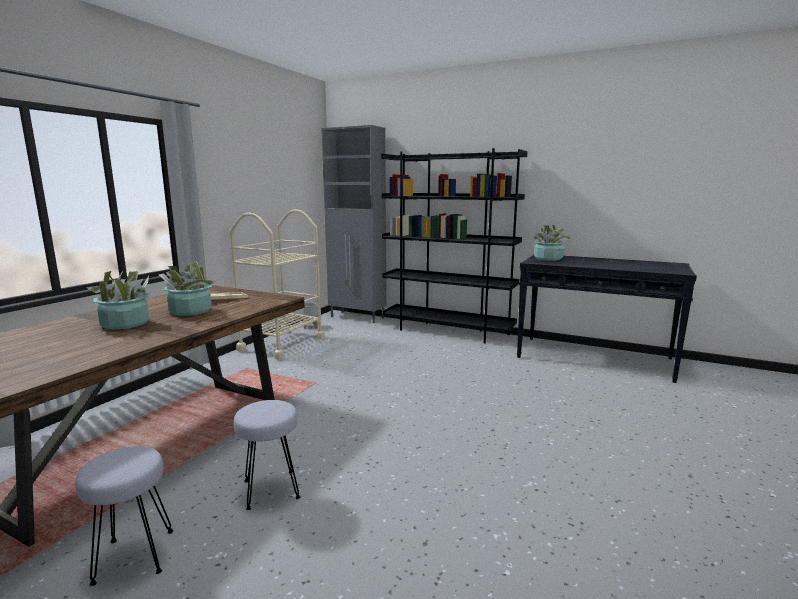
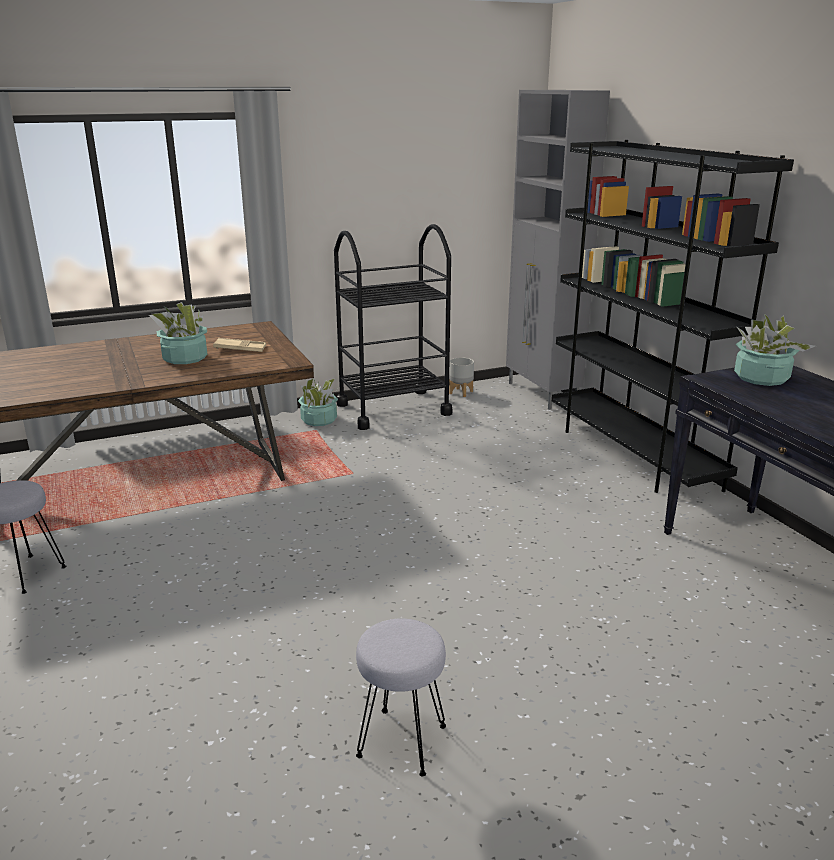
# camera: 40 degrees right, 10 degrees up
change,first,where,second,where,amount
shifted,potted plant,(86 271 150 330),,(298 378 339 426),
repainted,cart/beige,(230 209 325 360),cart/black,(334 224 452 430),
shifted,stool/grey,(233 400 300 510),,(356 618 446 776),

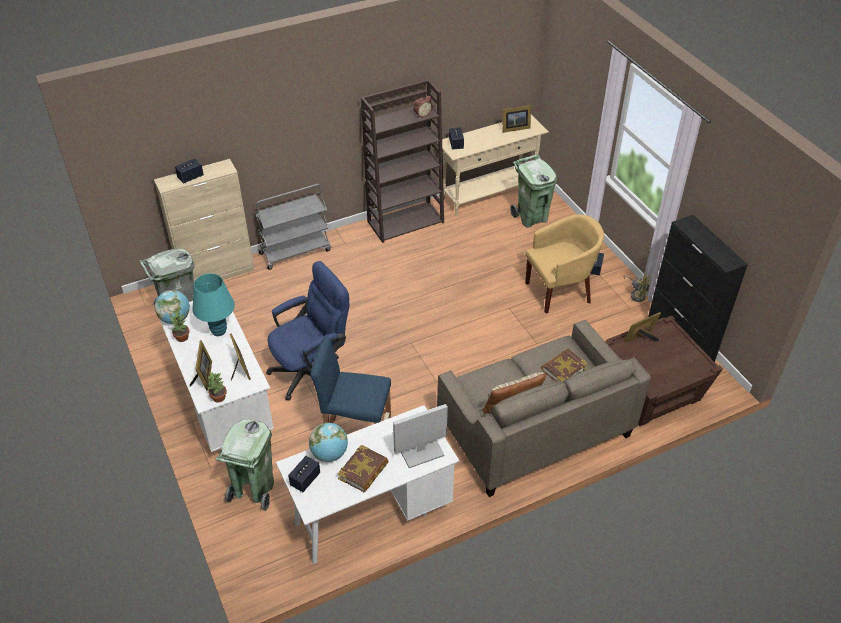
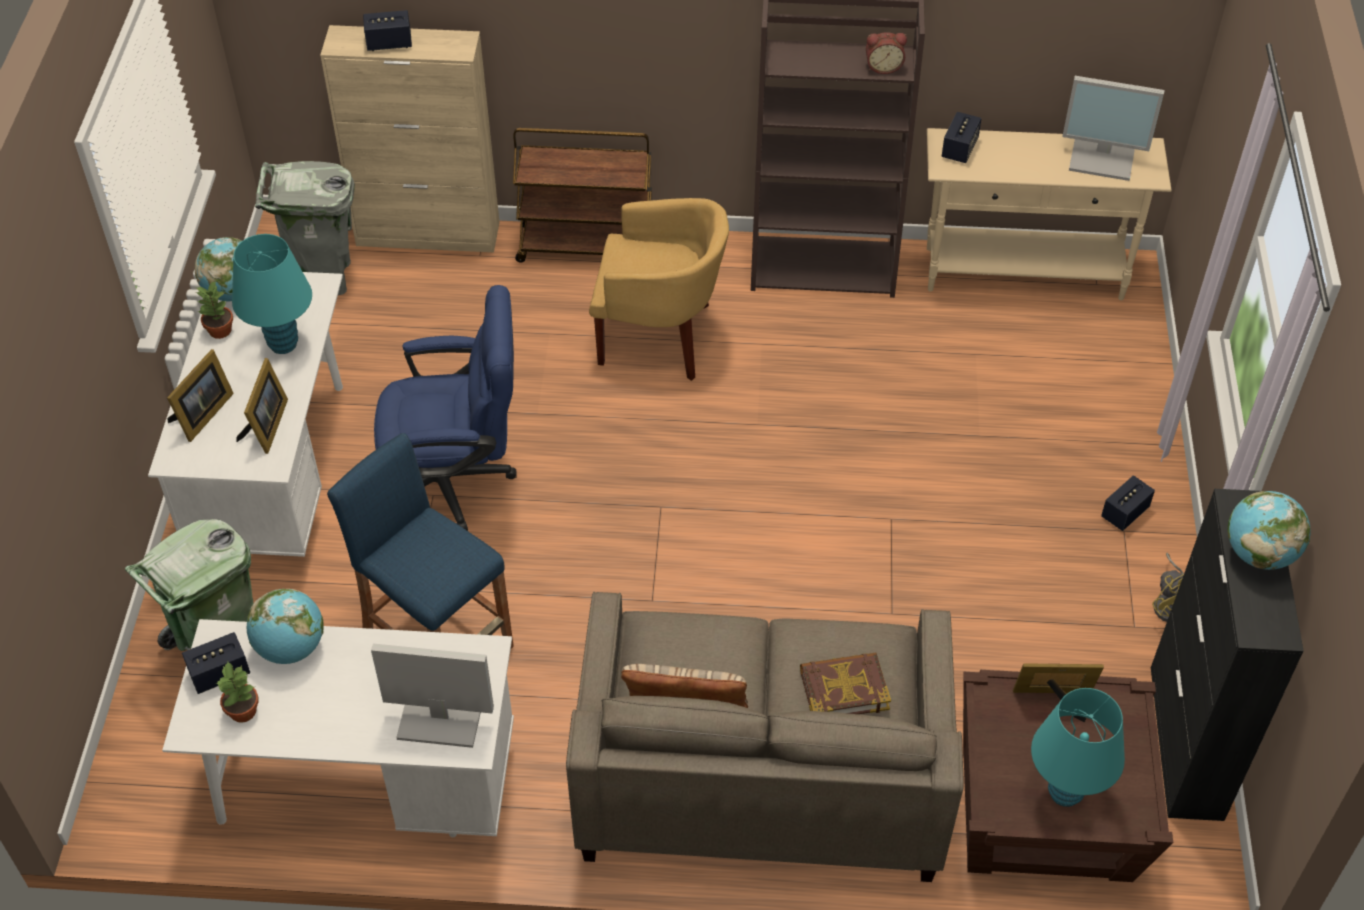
# camera: 30 degrees right, 5 degrees up
change,first,where,second,where,amount
shifted,potted plant,(206 372 227 403),,(216 662 259 723),
repainted,cart/grey,(255 184 331 270),cart/brown,(513 128 652 263),
gone,book,(338 444 389 492),,,
swapped,picture frame,(502 105 531 133),monitor,(1062 76 1164 181),
gone,trash can/green,(510 155 557 228),,,
shifted,armchair/yellow,(525 214 604 313),,(589 198 729 381),
new,,,table lamp/turquoise,(1031 688 1125 807),
new,,,globe,(1228 491 1311 570),

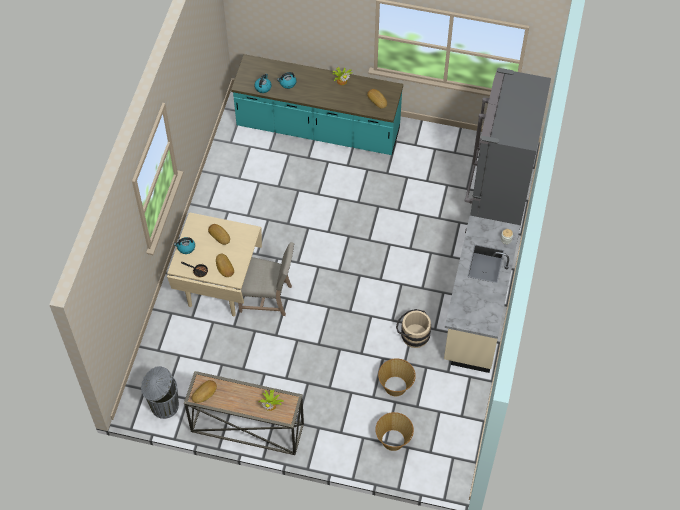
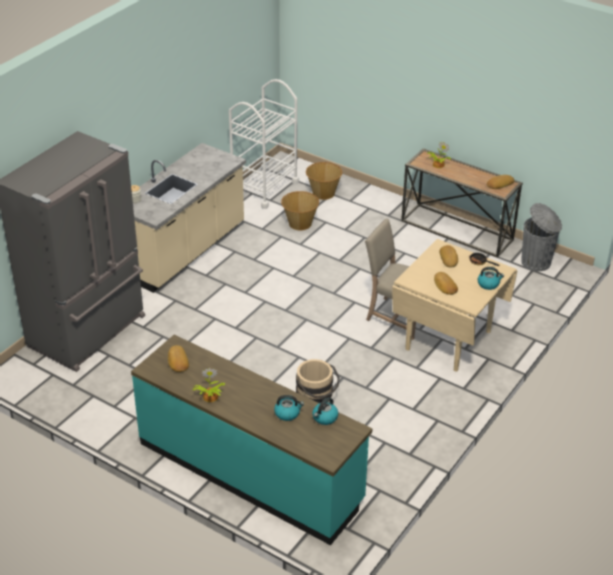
# camera: 160 degrees left, 20 degrees down
change,first,where,second,where,amount
shifted,bucket/beige,(396 309 431 348),,(296 359 340 403),
new,,,cart/white,(229 79 299 209),

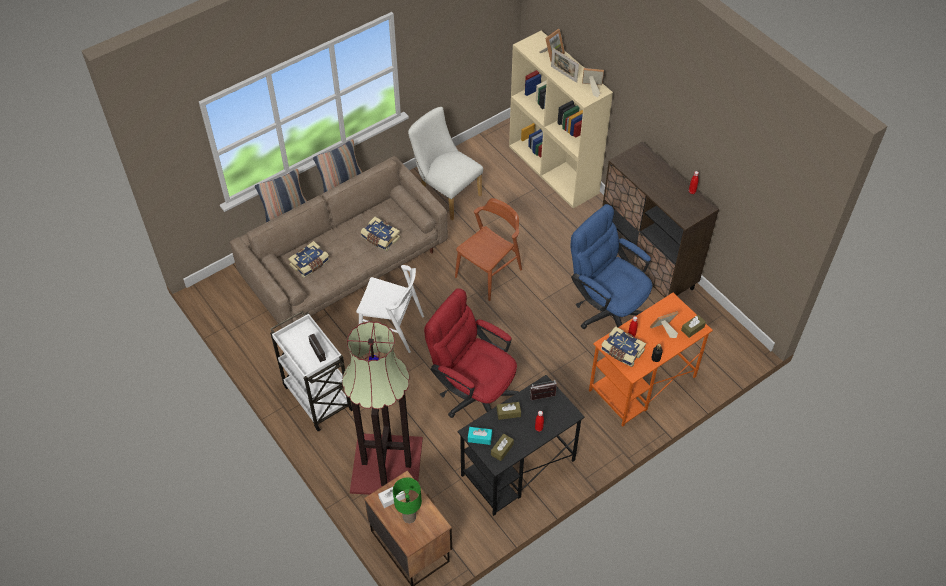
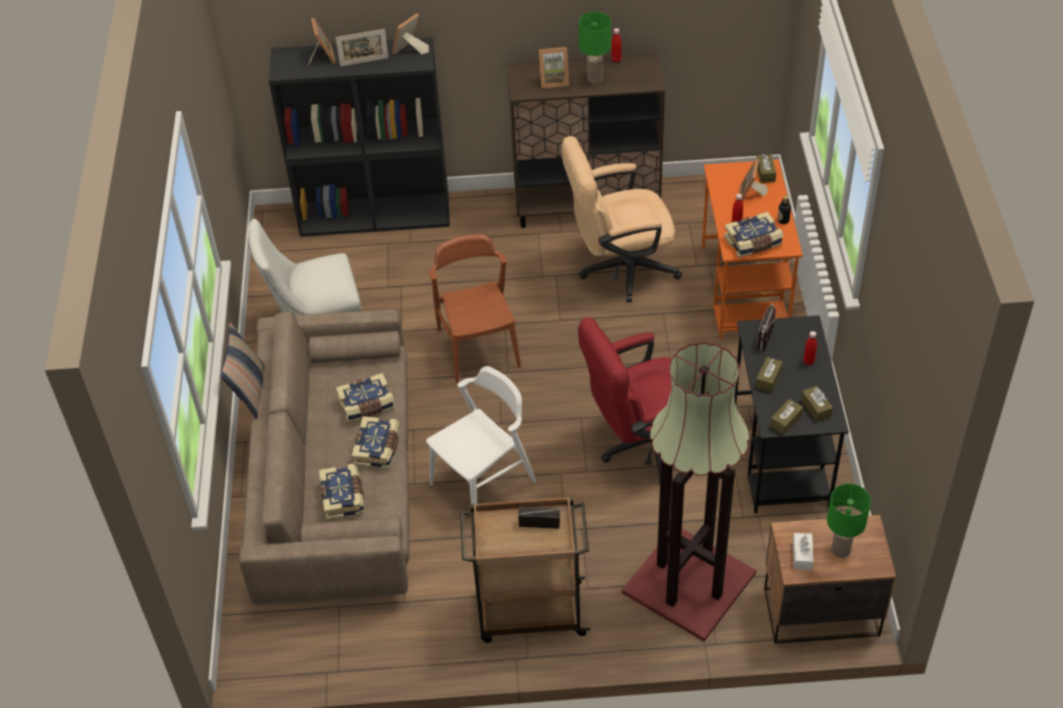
# camera: 55 degrees left, 5 degrees down
change,first,where,second,where,amount
gone,pillow,(255 169 307 222),,,
repainted,cart/white,(270 311 353 431),cart/brown,(460 497 590 643),
repainted,tissue box/turquoise,(468 427 492 445),tissue box/brown,(770 399 803 435),
repainted,bookcase/beige,(509 31 613 208),bookcase/black,(269 37 450 237),
repainted,office chair/blue,(570 204 652 329),office chair/beige,(562 136 682 302),
new,,,book,(352 416 400 470),
new,,,picture frame,(539 47 569 88),
new,,,table lamp/green,(579 12 611 84),

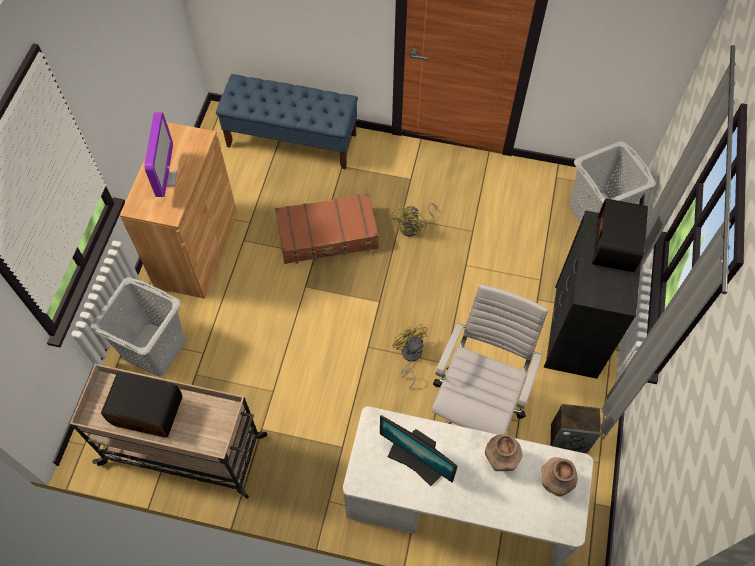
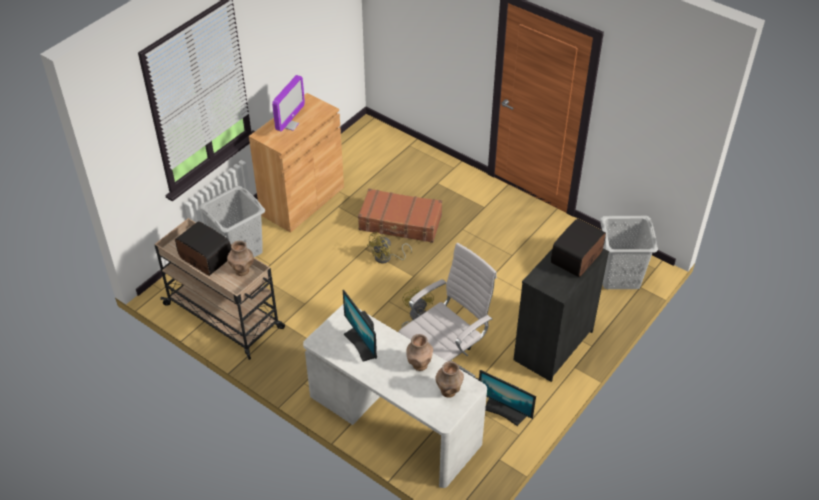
# camera: 25 degrees right, 15 degrees down
change,first,where,second,where,amount
gone,bench/blue,(216 74 358 169),,,
shifted,fan/yellow,(391 203 437 237),,(367 232 412 264),
swapped,speaker,(551 404 601 453),monitor,(479 370 536 426),
new,,,vase/brown,(227 241 254 276),

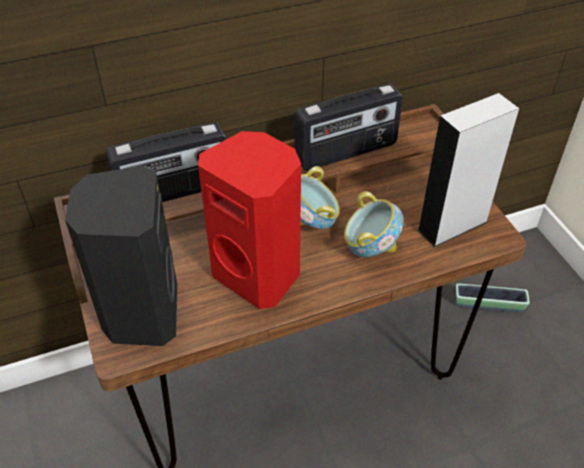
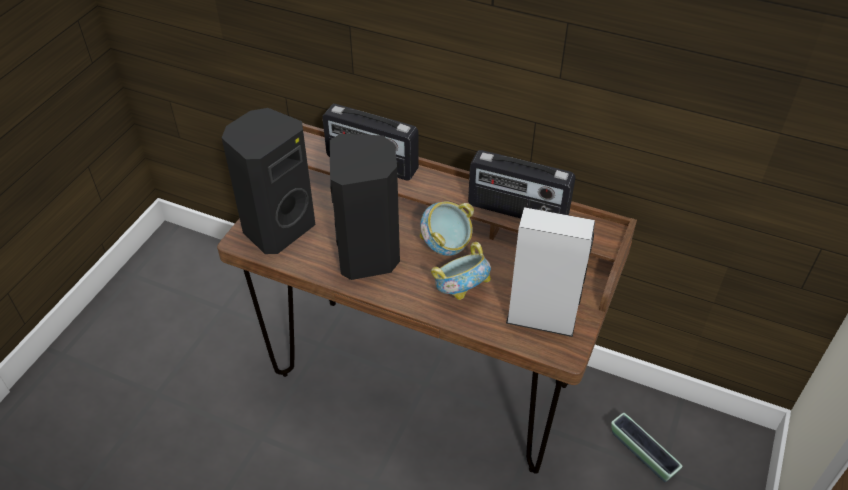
# camera: 45 degrees right, 0 degrees up
change,first,where,second,where,amount
repainted,speaker/red,(198 131 301 309),speaker/black,(330 134 400 280),

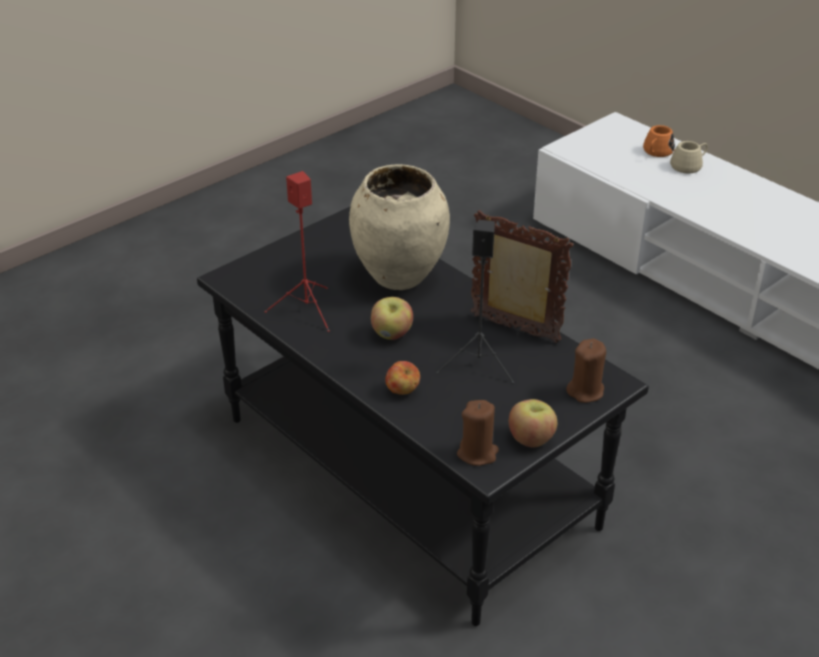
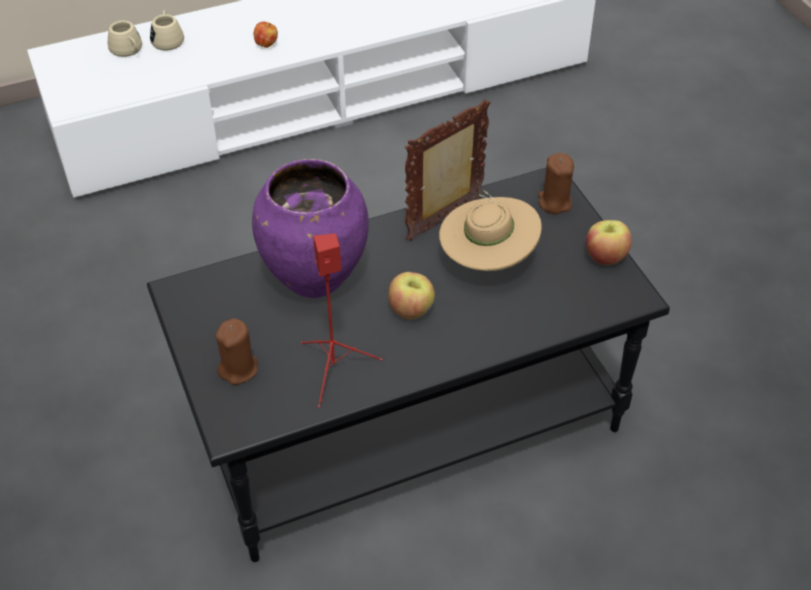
# camera: 70 degrees left, 10 degrees up
change,first,where,second,where,amount
repainted,vase/beige,(349 164 450 290),vase/purple,(252 159 369 298),
shifted,apple,(386 361 420 395),,(254 22 278 48),
swapped,speaker/black,(436 220 514 384),hat/beige,(439 190 542 271),
shifted,candle/brown,(457 400 499 466),,(215 318 258 385),
repainted,mug/orange,(643 125 675 157),mug/beige,(108 21 142 57),

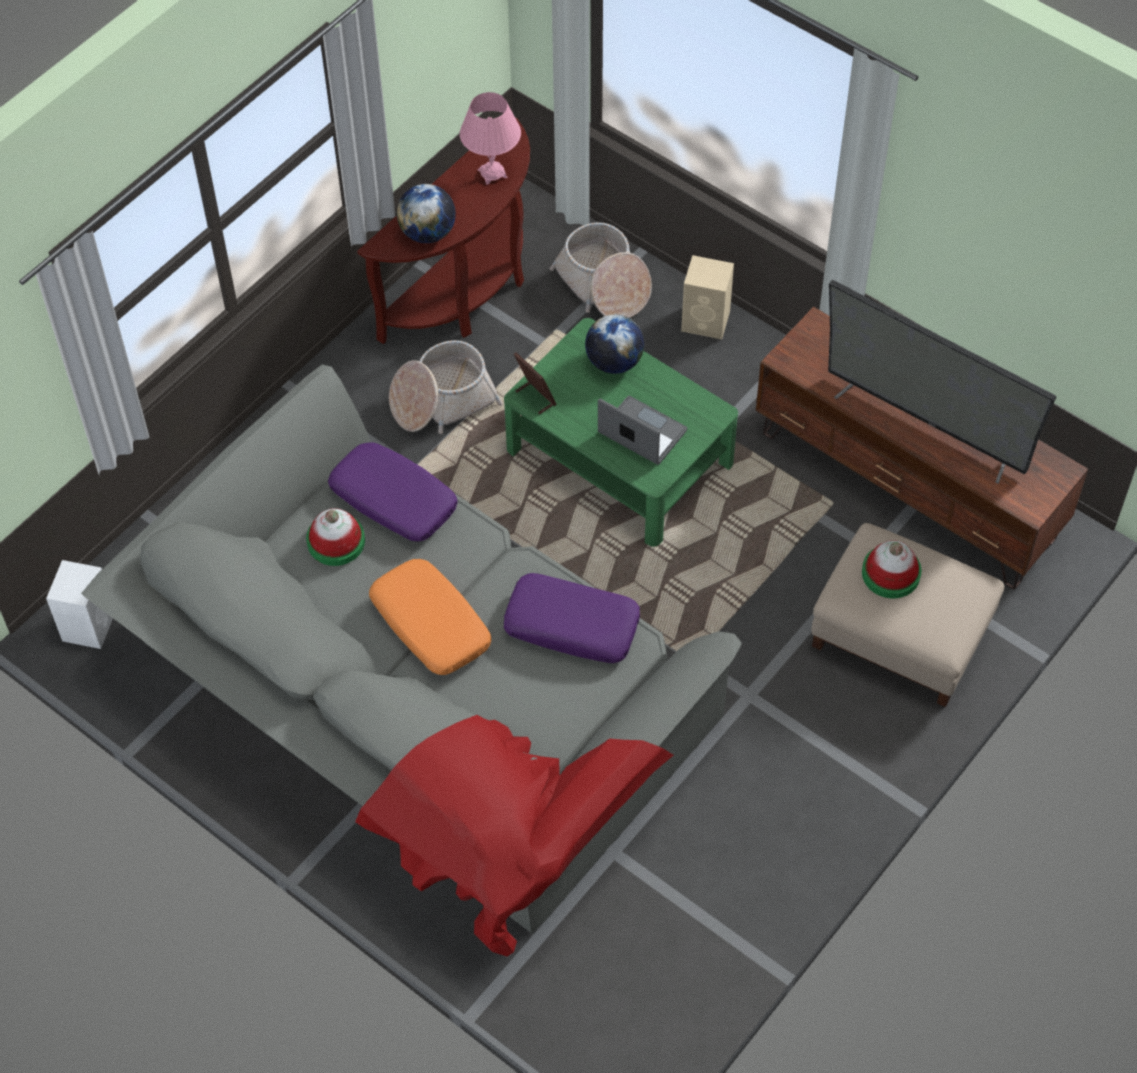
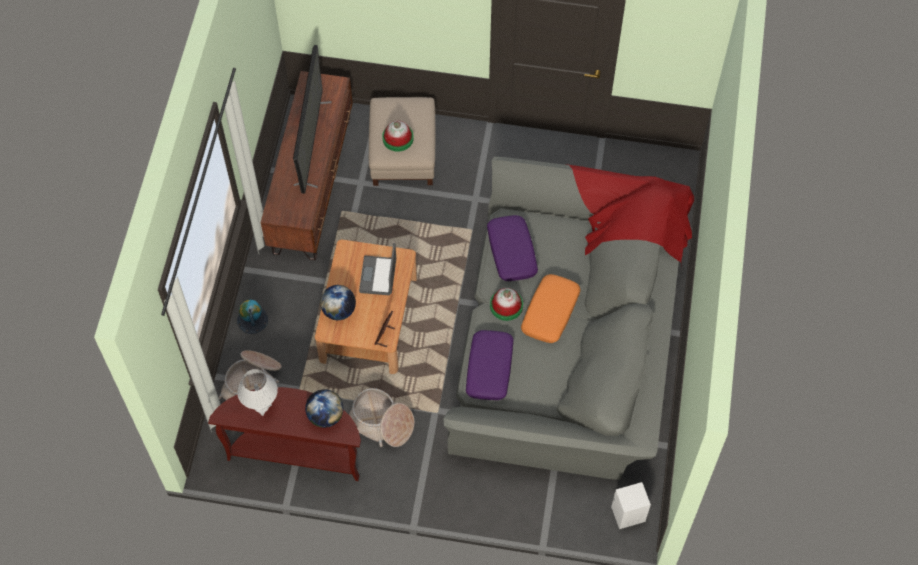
# camera: 120 degrees left, 5 degrees up
change,first,where,second,where,amount
shifted,hat,(306 508 365 566),,(490 288 523 321),
repainted,table lamp/pink,(460 92 521 185),table lamp/white,(237 369 278 416),
repainted,coffee table/green,(504 318 738 547),coffee table/brown,(315 240 417 374),
swapped,speaker/beige,(681 255 734 339),globe,(237 300 268 334),

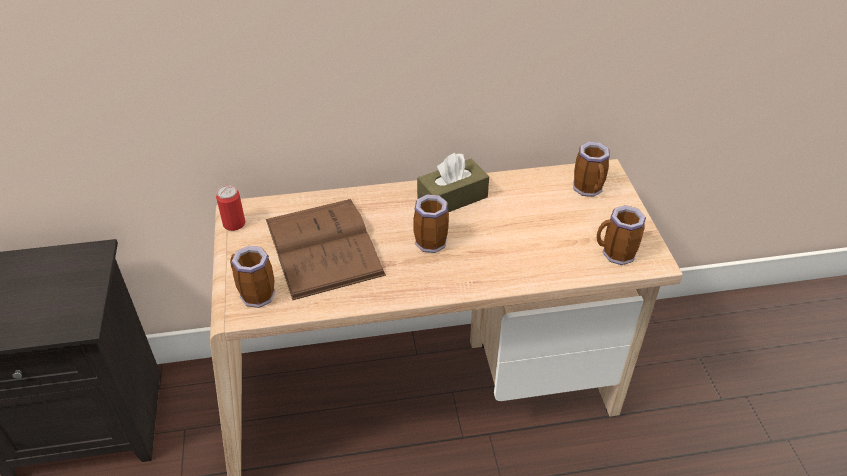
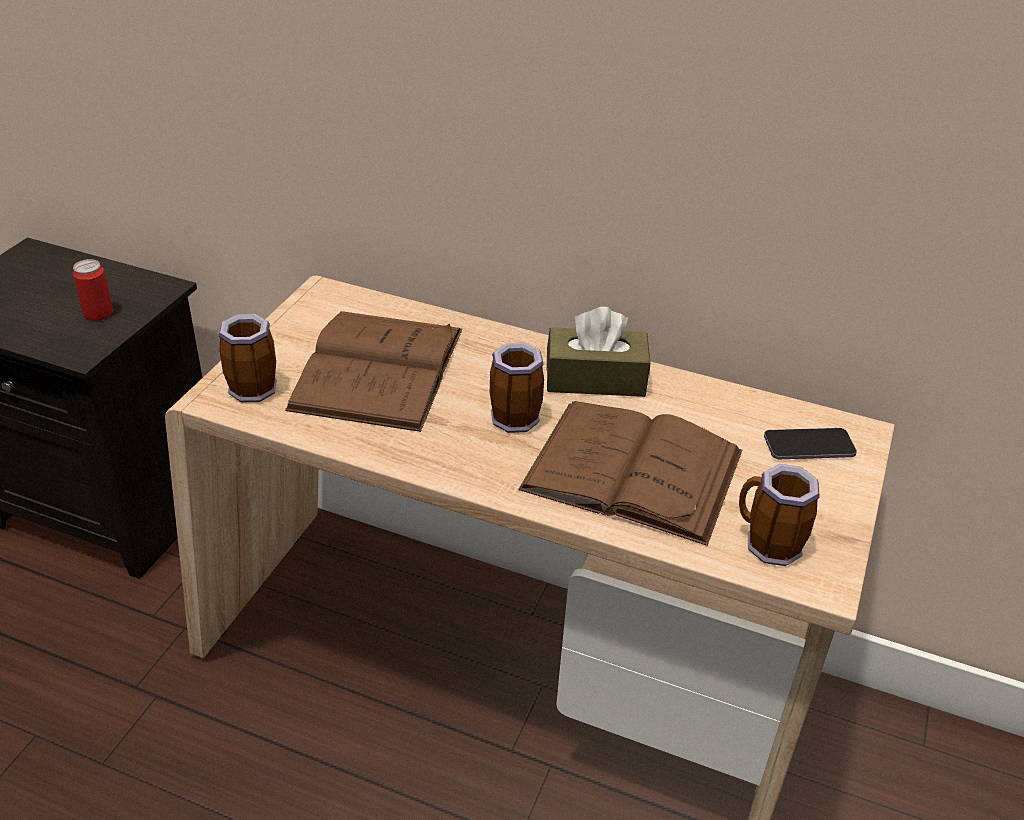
# camera: 30 degrees right, 5 degrees down
change,first,where,second,where,amount
shifted,can,(216 185 245 231),,(73 259 113 321),
swapped,mug,(573 142 610 197),phone,(764 428 857 459),
new,,,book/brown,(518 401 742 546),

